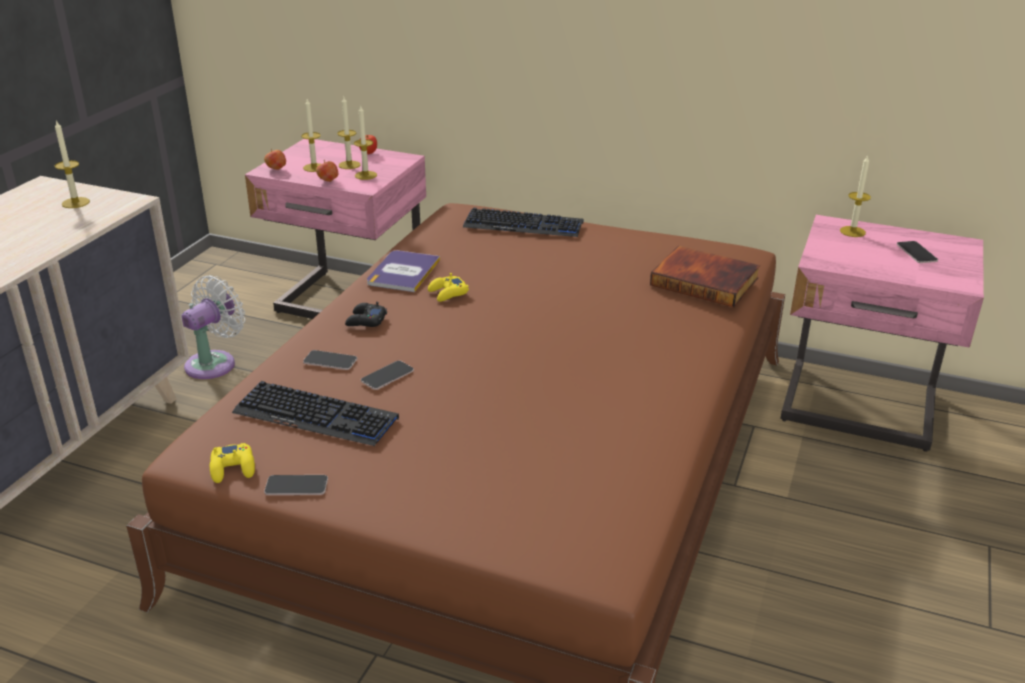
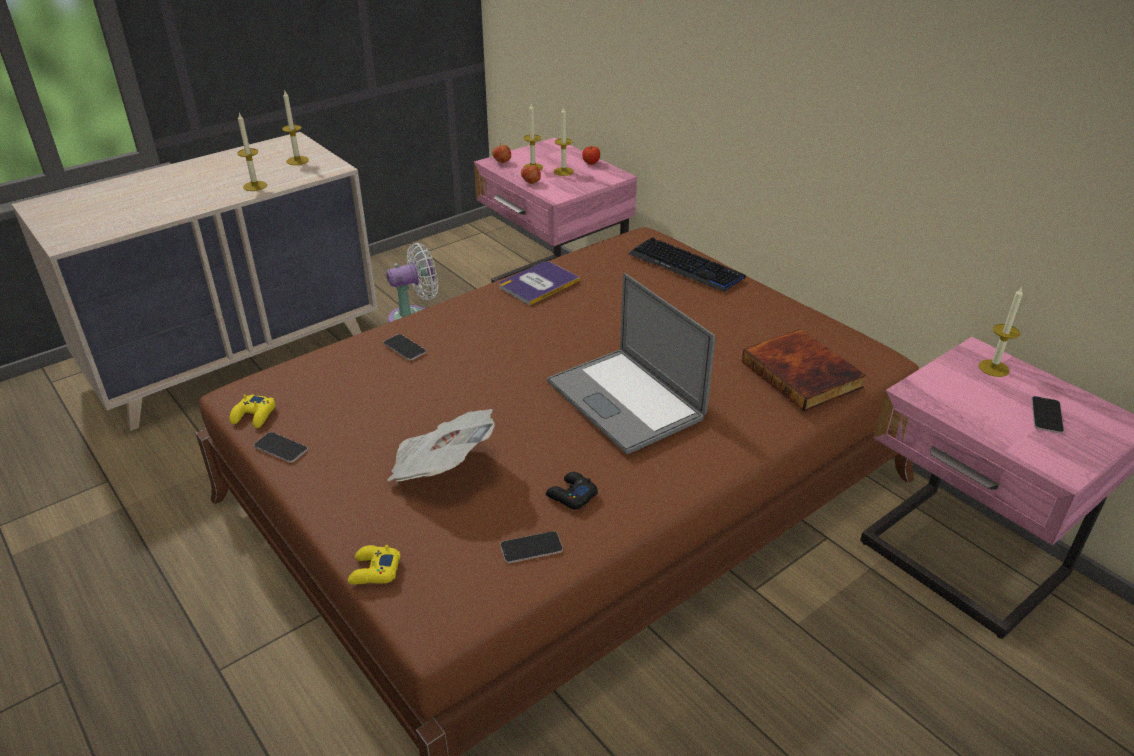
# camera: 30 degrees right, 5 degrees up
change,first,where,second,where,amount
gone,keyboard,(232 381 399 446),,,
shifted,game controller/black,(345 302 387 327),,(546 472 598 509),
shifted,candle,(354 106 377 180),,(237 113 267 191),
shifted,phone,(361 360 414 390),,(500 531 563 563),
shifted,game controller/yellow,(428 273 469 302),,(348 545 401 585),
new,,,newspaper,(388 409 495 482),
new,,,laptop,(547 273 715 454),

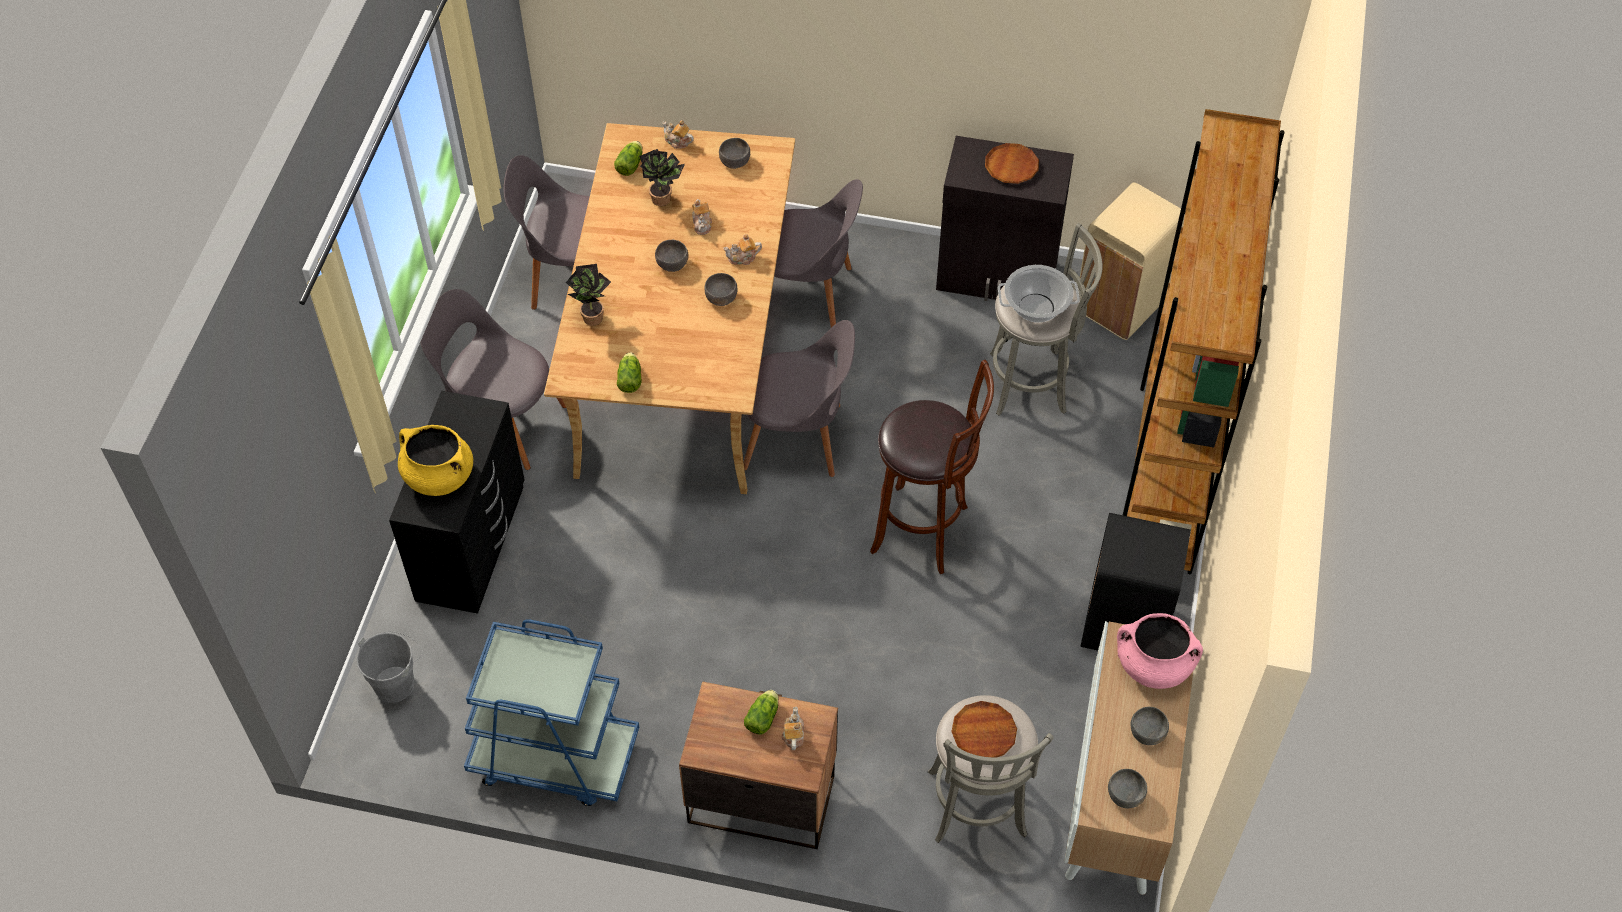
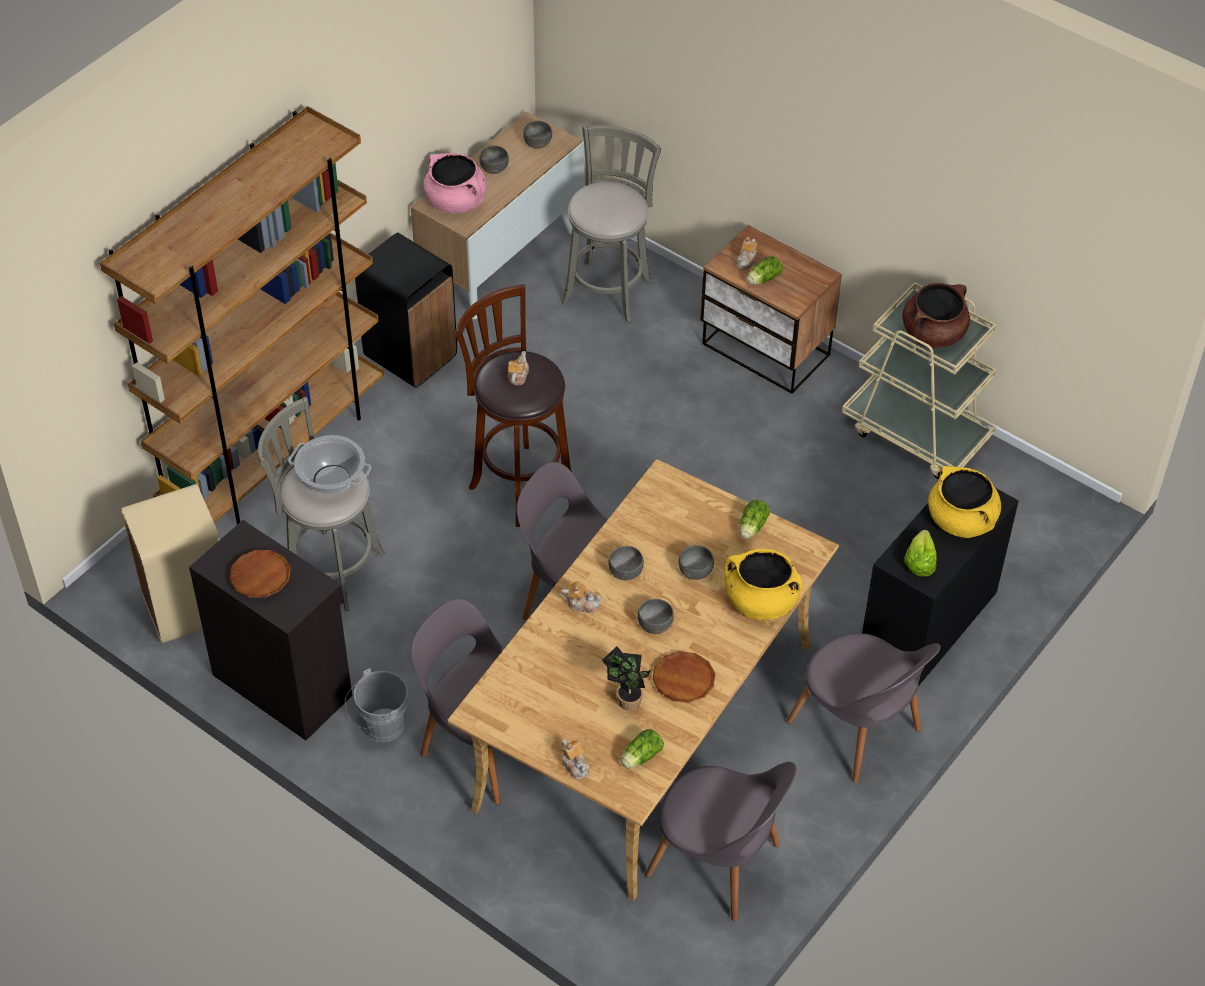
# camera: 155 degrees left, 5 degrees down
change,first,where,second,where,amount
shifted,bucket/grey,(356 631 423 703),,(345 668 408 742),
repainted,cart/blue,(464 619 639 806),cart/beige,(842 282 996 479),
swapped,potted plant,(566 264 611 326),cooking pot/yellow,(724 549 803 620),
shifted,teapot,(692 199 712 235),,(507 351 529 386),
shifted,bowl/grey,(719 138 750 169),,(678 545 714 580),
shifted,plate/brown,(951 701 1017 757),,(653 651 715 703),
new,,,cooking pot/brown,(903 283 970 348),
new,,,lettuce,(904 530 937 577),

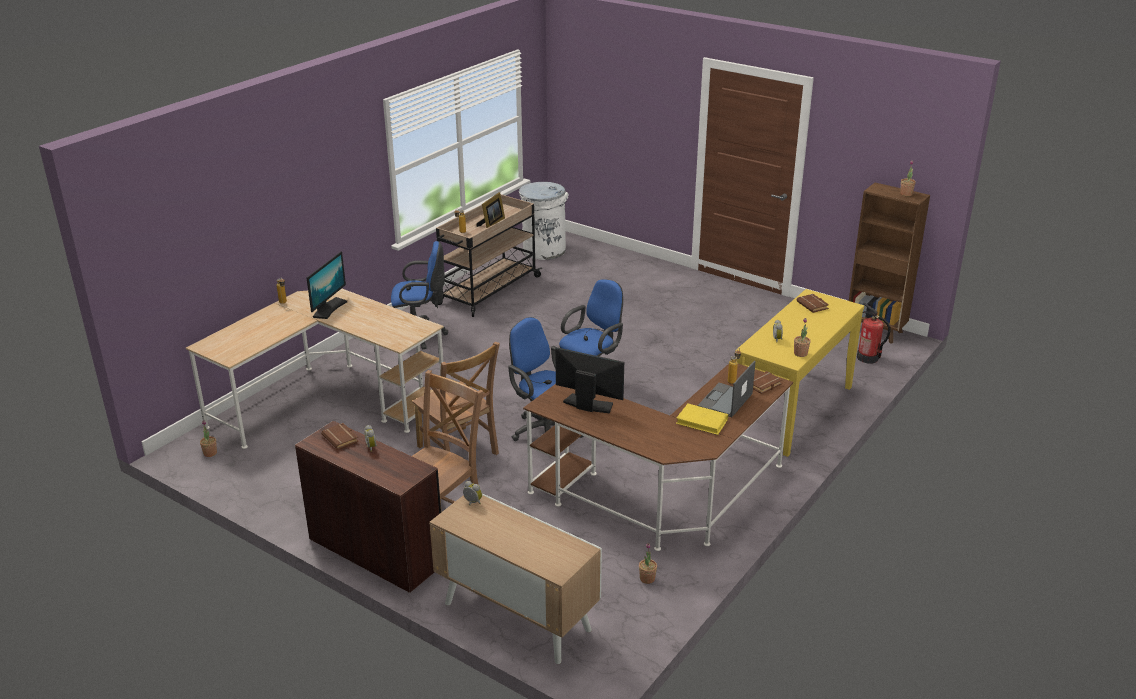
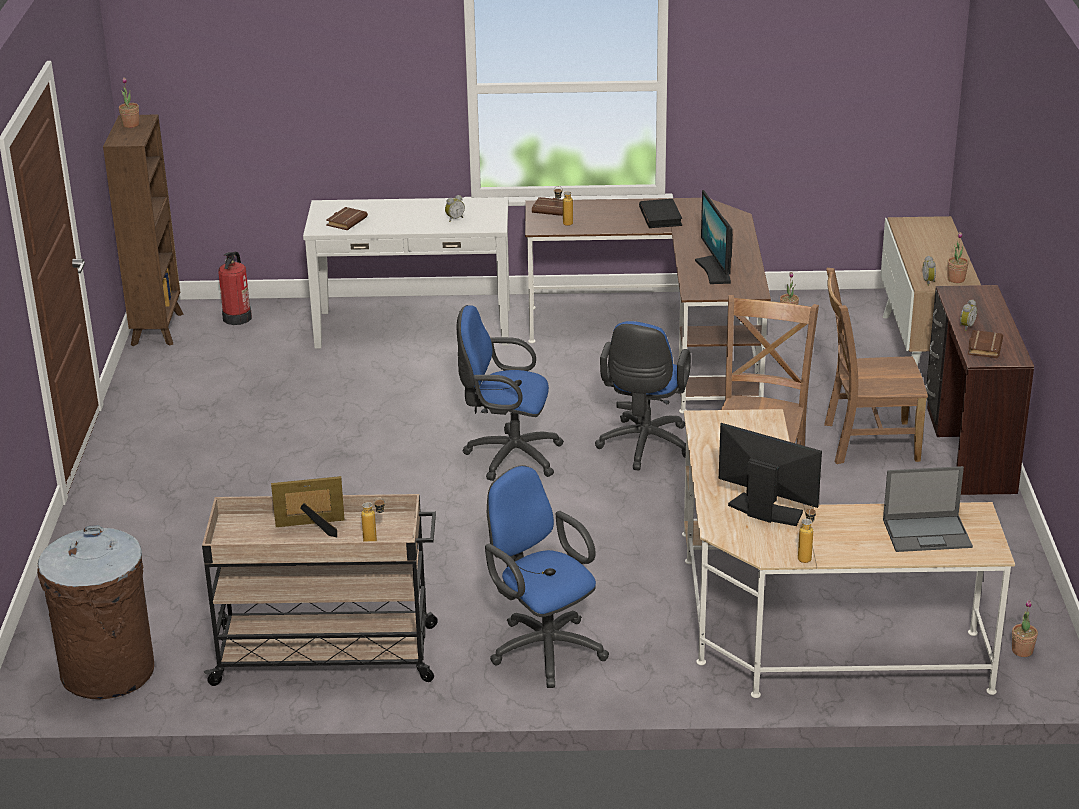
# camera: 125 degrees left, 0 degrees up
change,first,where,second,where,amount
rotated,monitor,(307 251 347 319),,(719 423 822 526),45 degrees clockwise
repainted,trash can/white,(519 182 569 260),trash can/brown,(37 525 154 699),
repainted,book/yellow,(676 404 728 435),book/black,(639 199 682 228),
shifted,laptop,(698 361 756 417),,(883 466 973 552),
repainted,console table/yellow,(735 289 864 457),console table/white,(303 197 510 349),
shifted,potted plant,(794 318 811 357),,(947 232 969 283),

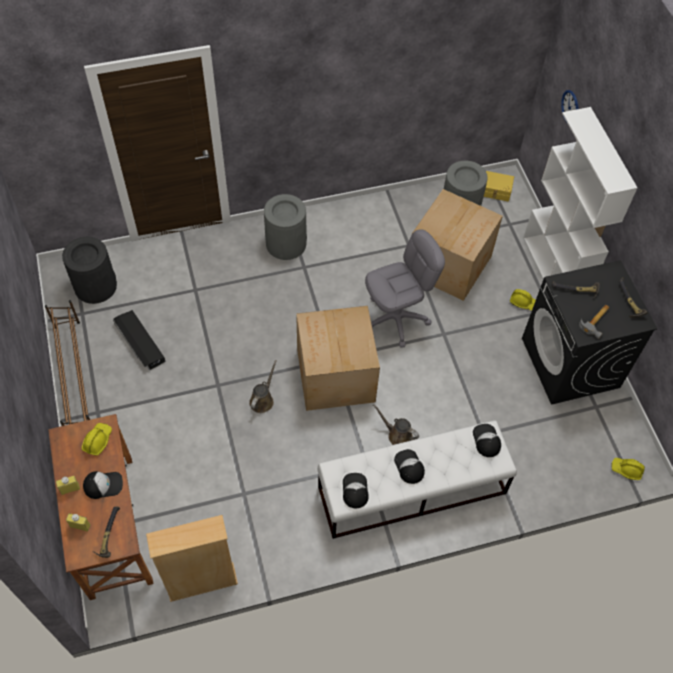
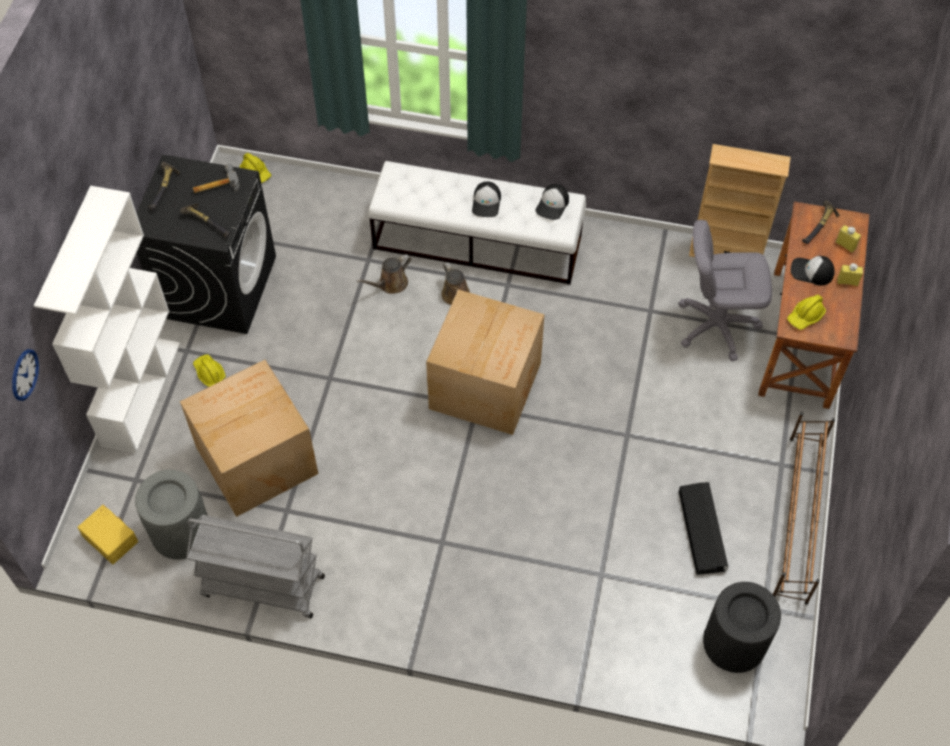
# camera: 150 degrees left, 0 degrees up
change,first,where,second,where,amount
shifted,watering can/brown,(249 360 277 413),,(357 254 411 294),
gone,trash can/grey,(264 194 307 260),,,
shifted,office chair/grey,(365 230 445 348),,(678 220 772 361),
gone,cap,(473 424 501 457),,,
new,,,cart/grey,(187 515 325 618),

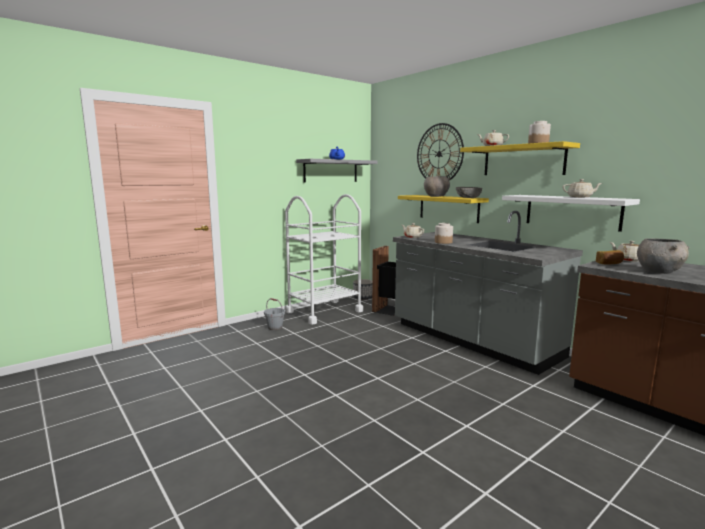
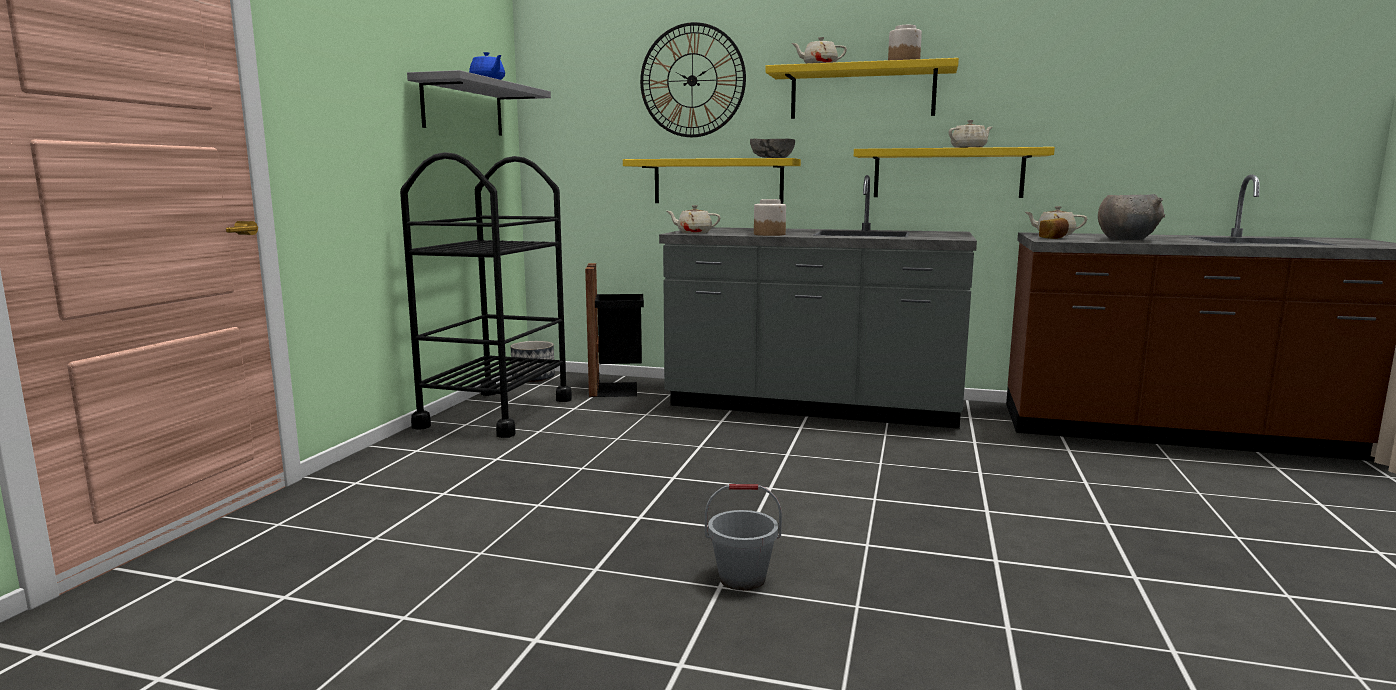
# camera: 35 degrees left, 0 degrees up
change,first,where,second,where,amount
shifted,bucket/grey,(264 298 285 330),,(705 484 782 591),
repainted,cart/white,(285 194 363 325),cart/black,(400 152 572 438),
gone,bowl/grey,(424 176 450 197),,,
repainted,shelf/white,(502 195 640 232),shelf/yellow,(854 147 1055 198),

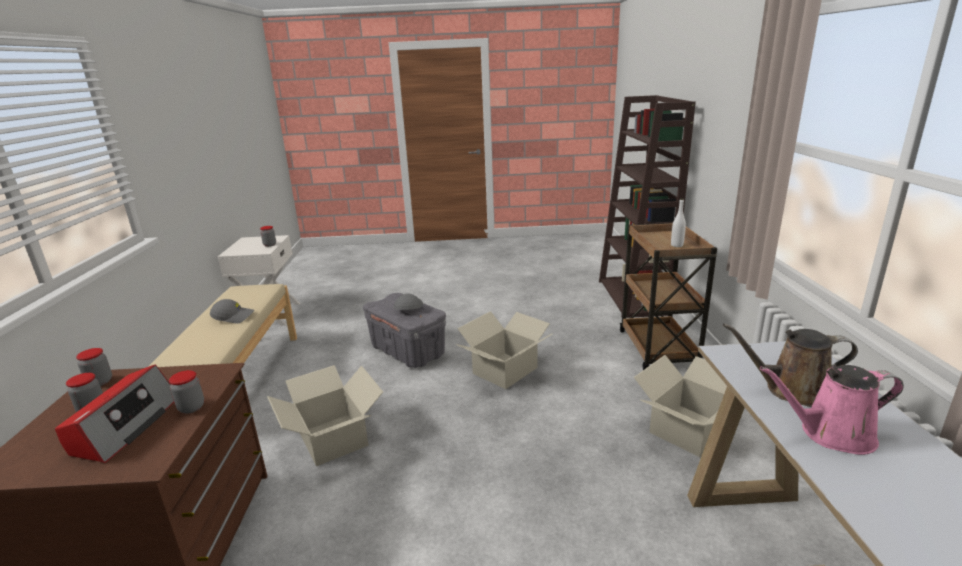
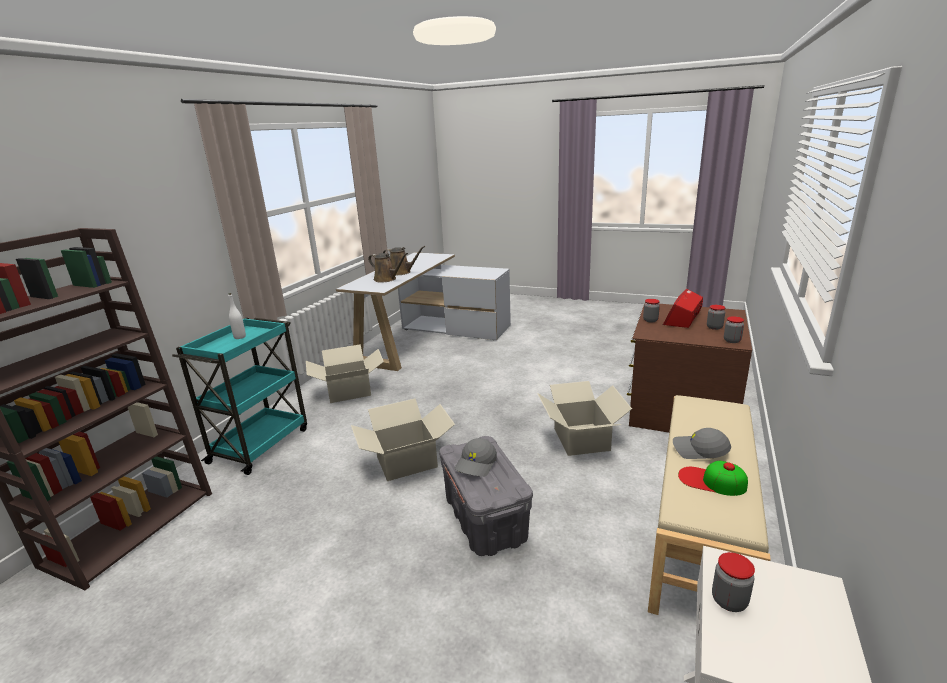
# camera: 155 degrees left, 0 degrees up
change,first,where,second,where,amount
repainted,cart/brown,(620 223 717 370),cart/turquoise,(172 318 307 475),
repainted,watering can/pink,(760 365 904 455),watering can/brown,(383 246 425 275),
new,,,cap,(678 460 748 496),

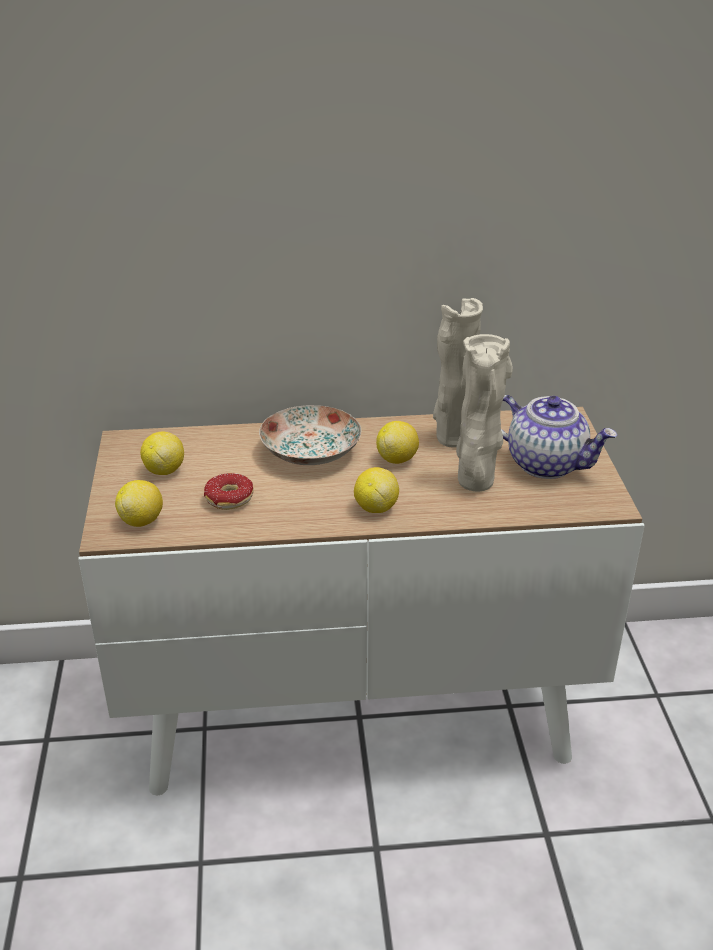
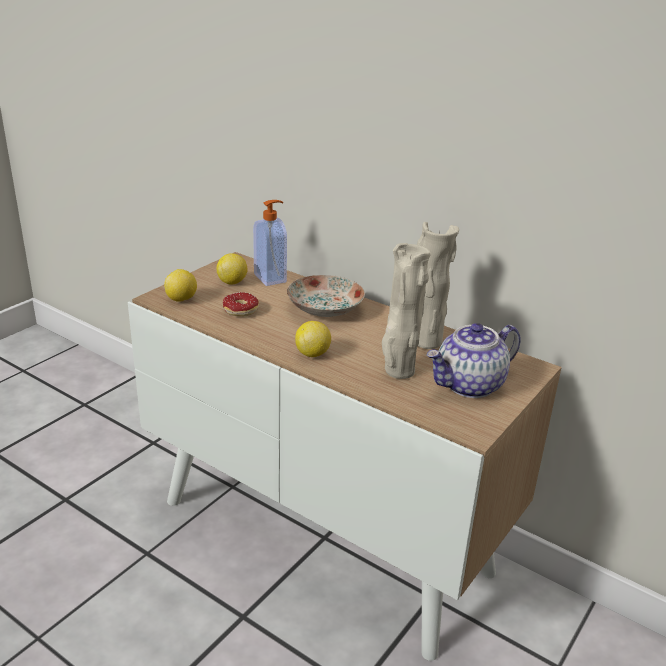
# camera: 40 degrees right, 5 degrees down
change,first,where,second,where,amount
gone,lemon,(376 421 419 464),,,
rotated,teapot,(501 395 617 479),,(426 323 520 398),75 degrees clockwise
new,,,soap dispenser,(253 200 287 286),

